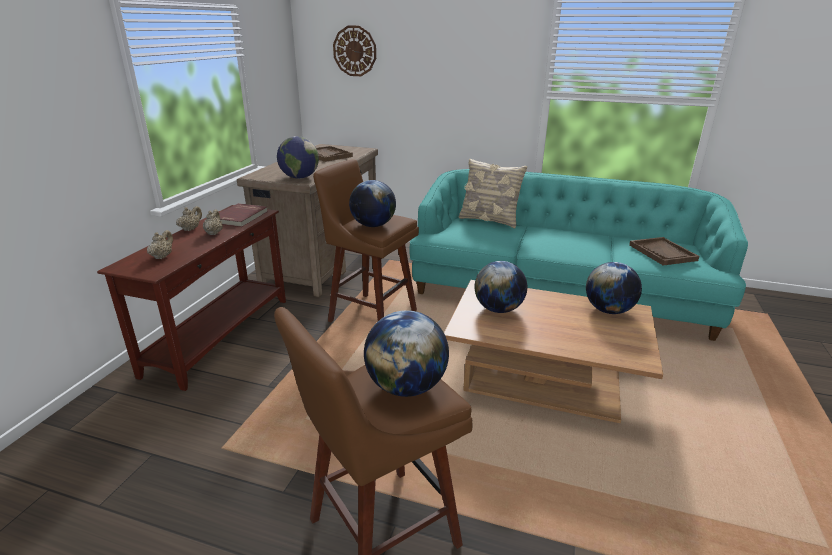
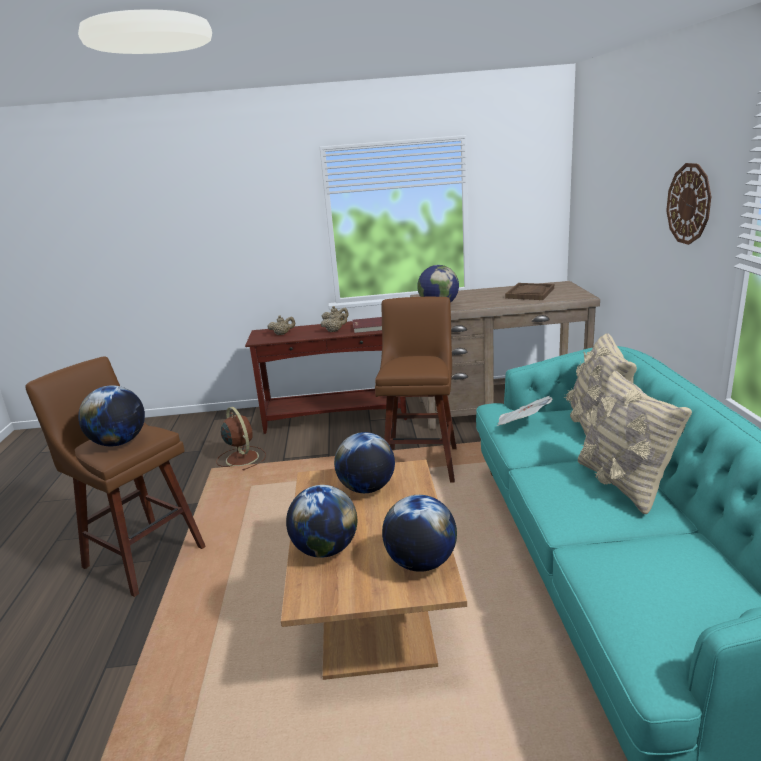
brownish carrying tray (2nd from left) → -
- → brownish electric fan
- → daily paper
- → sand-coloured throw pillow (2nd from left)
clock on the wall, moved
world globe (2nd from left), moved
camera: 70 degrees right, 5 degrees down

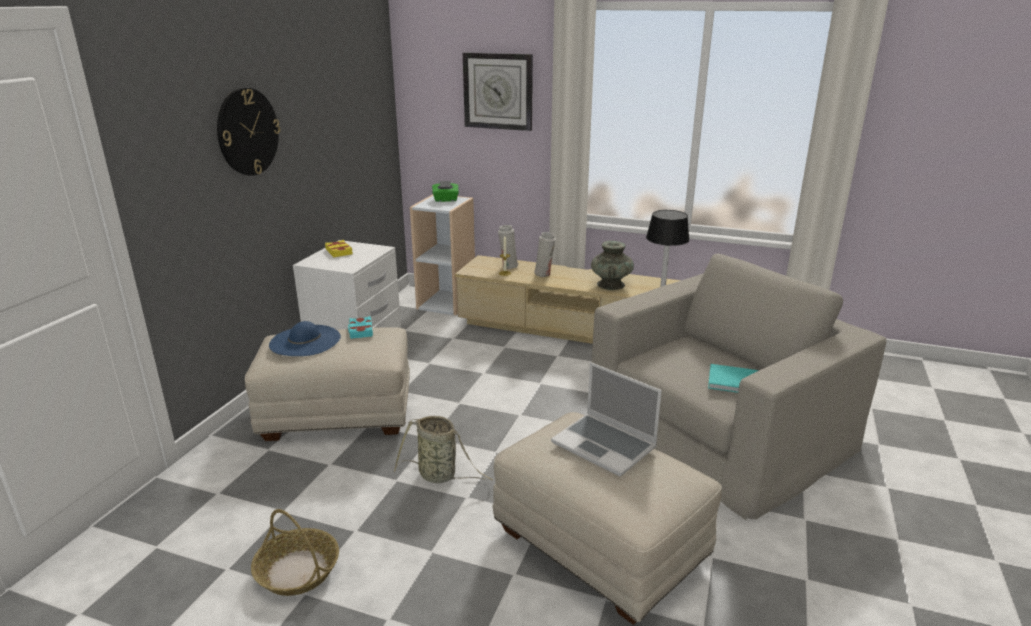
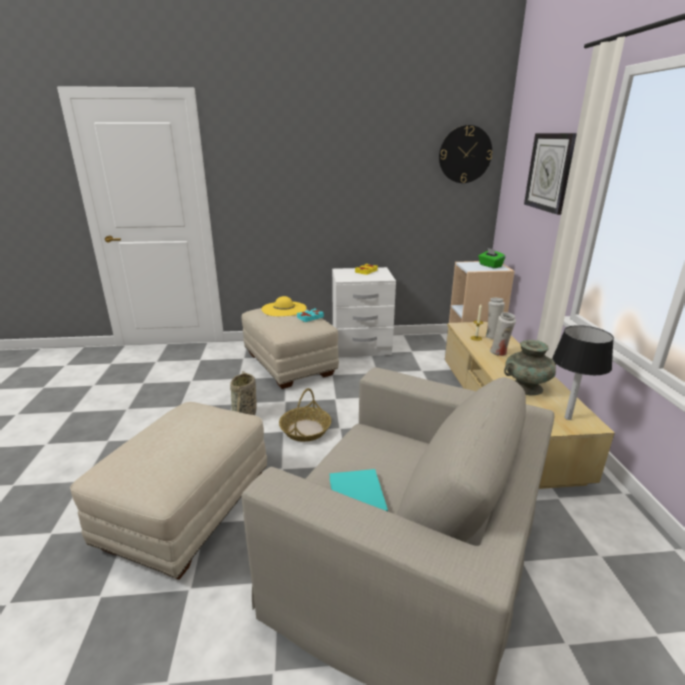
laptop → -
clock on the wall (1st from left), moved
basket (1st from left in the first image) → basket (2nd from left), moved
blue-coloured hat → yellow-coloured hat
camera: 65 degrees right, 0 degrees up

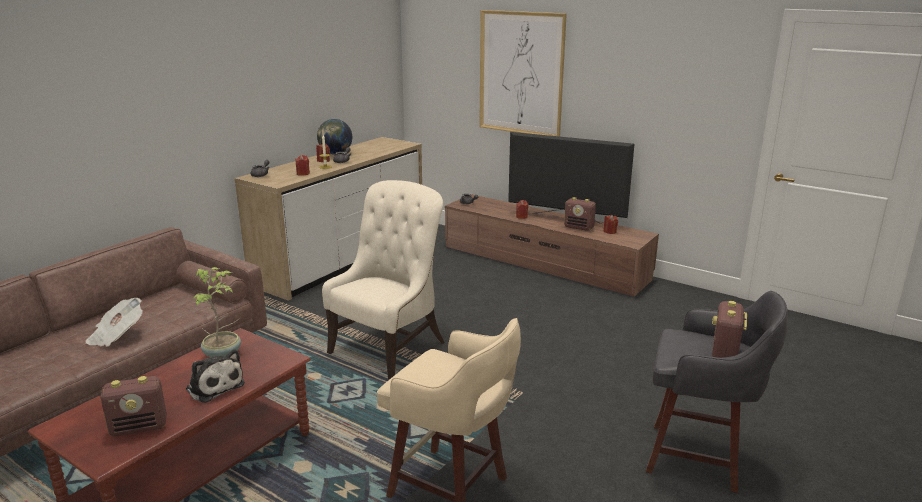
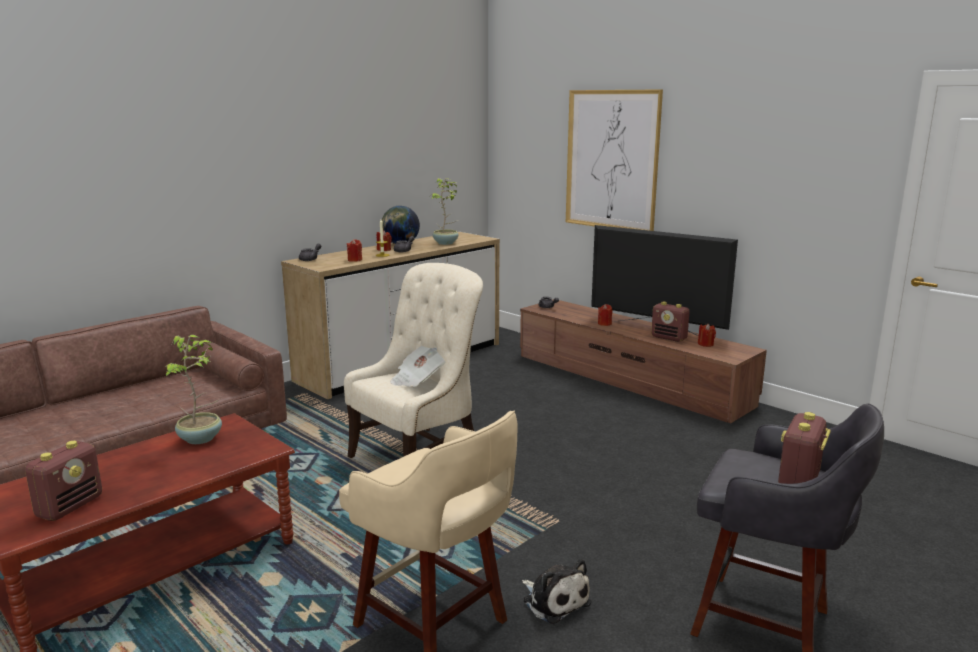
- → potted plant (2nd from left)
daily paper, moved
plush toy, moved
radio (1st from left), 60 degrees counterclockwise
camera: 10 degrees right, 5 degrees down

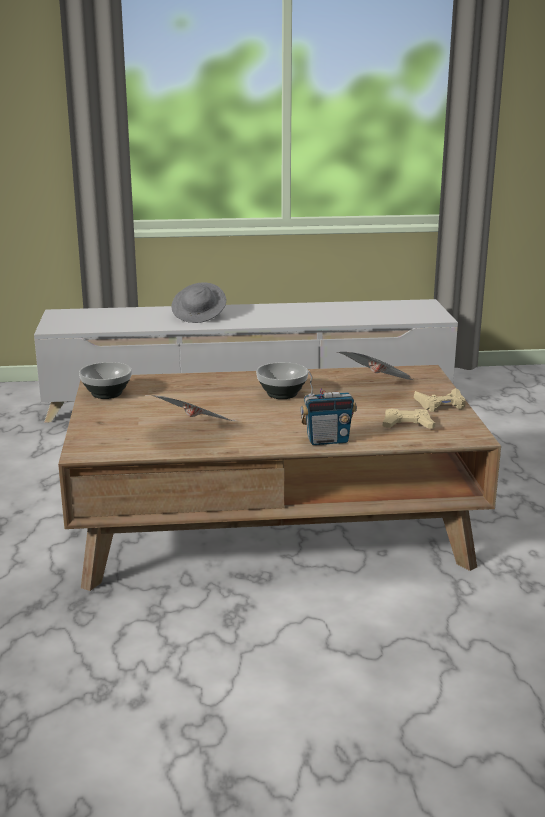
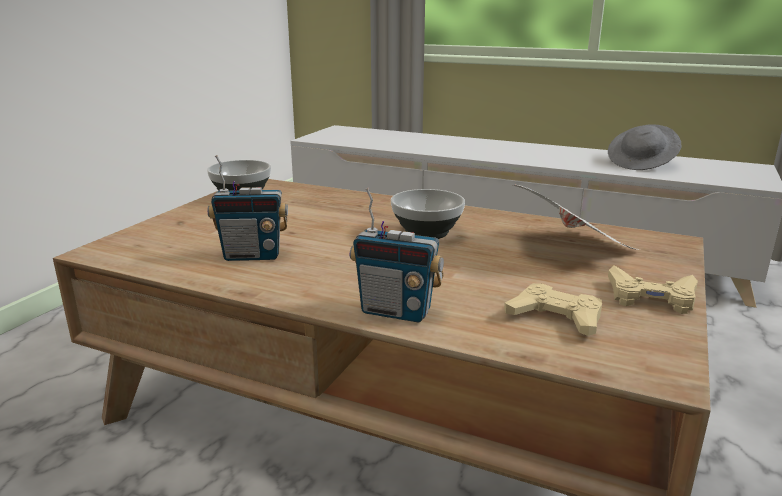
gray hat, moved
daily paper (1st from left) → radio (1st from left)
camera: 30 degrees right, 0 degrees up

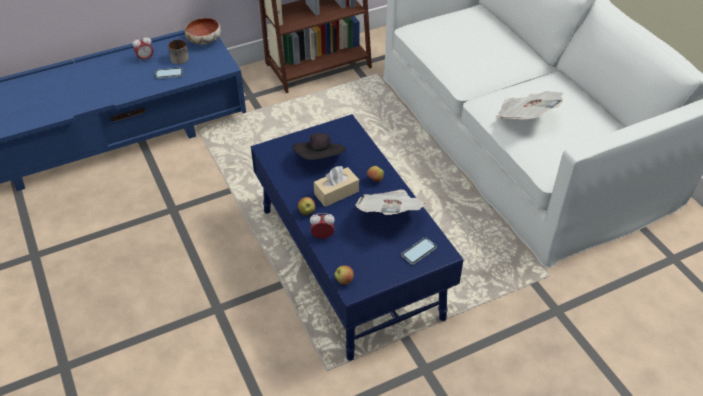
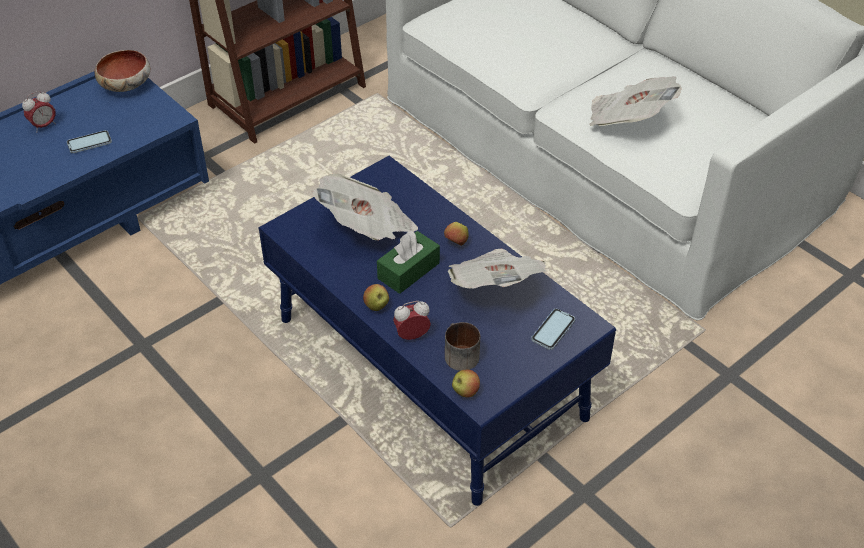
tea mug, moved
black hat → daily paper (1st from left)
sand-coloured box of tissues → green-coloured box of tissues
camera: 15 degrees left, 0 degrees up

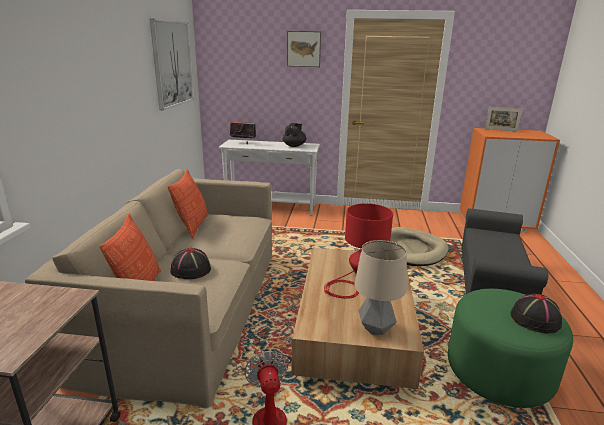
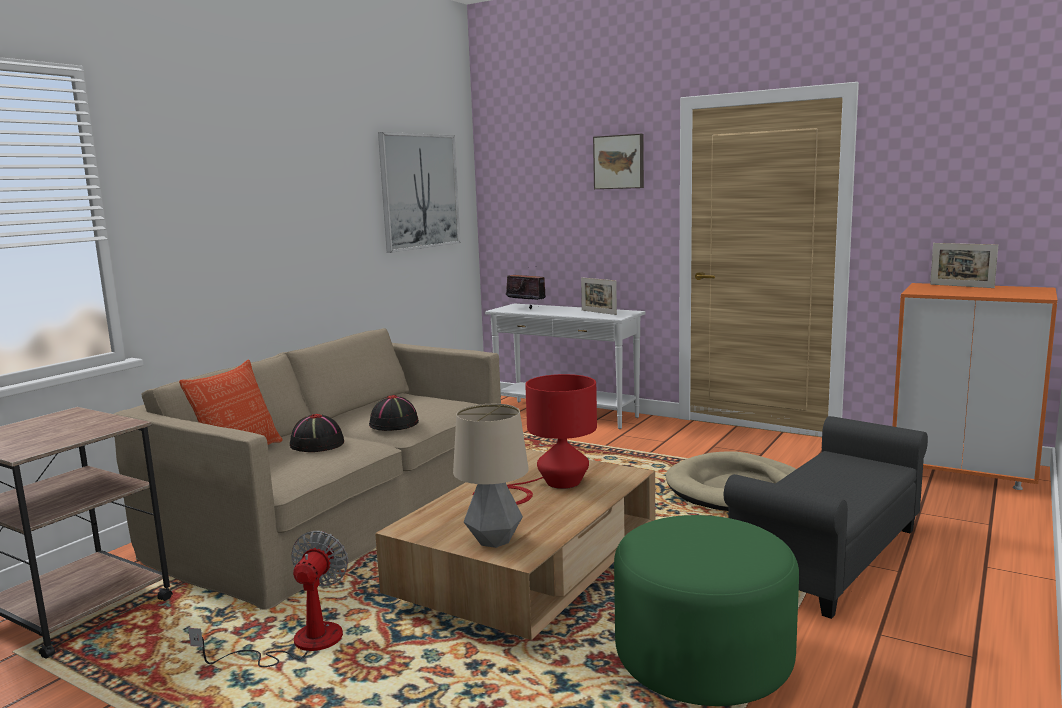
orange-coloured throw pillow (2nd from left) → -
black hat (2nd from left), moved
black teapot → picture frame (1st from left)
camera: 25 degrees right, 10 degrees down

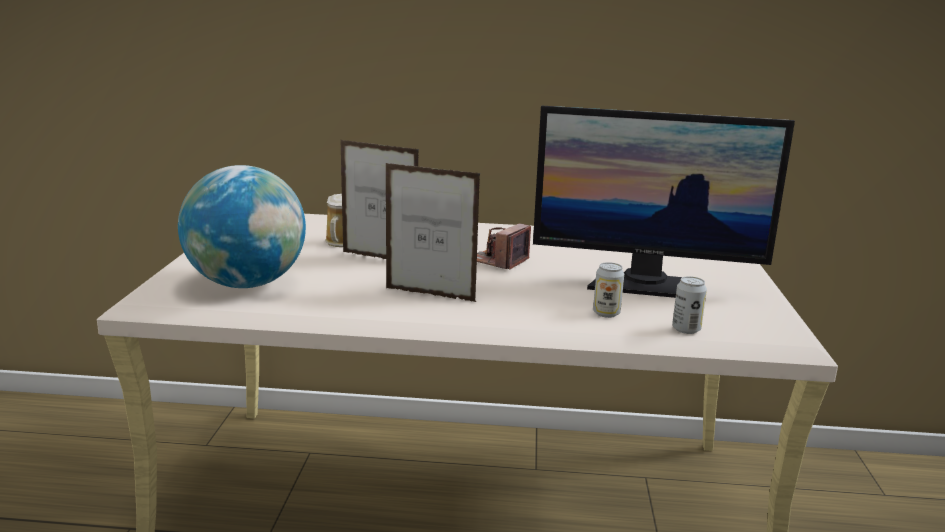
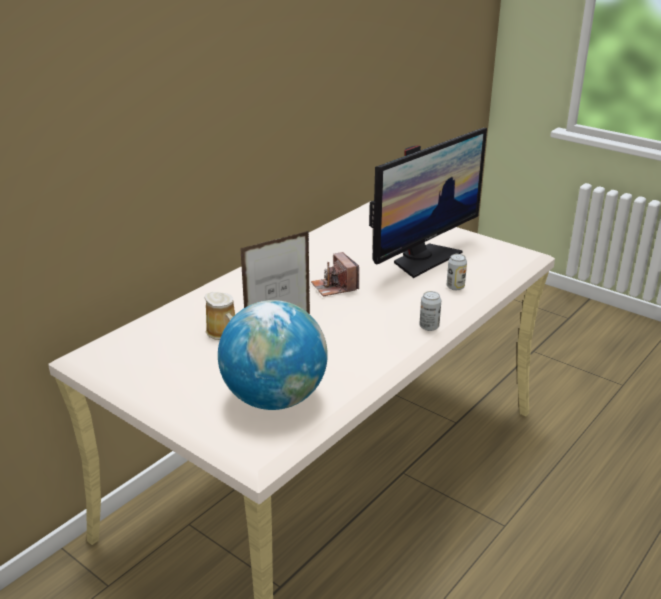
picture frame (2nd from left) → -
sealed can (2nd from left in the first image) → sealed can (1st from left), moved
camera: 55 degrees left, 10 degrees up

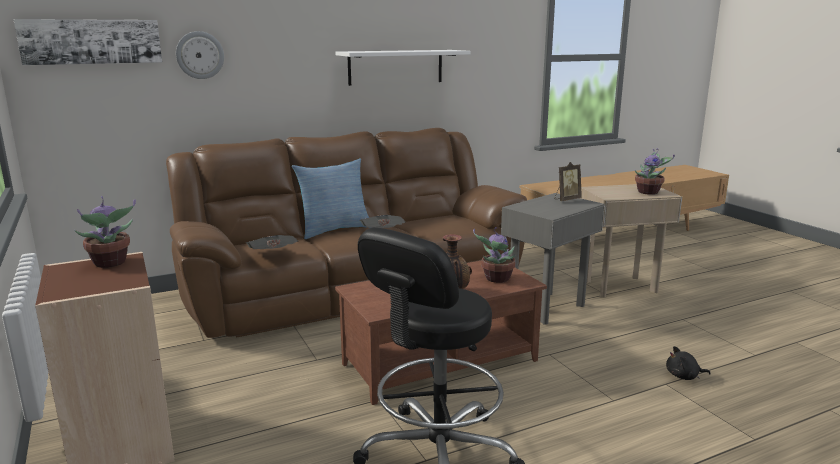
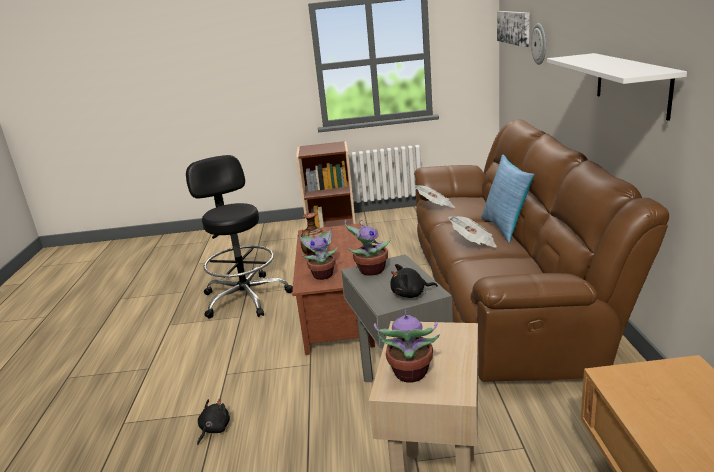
potted plant (1st from left in the first image) → potted plant (2nd from left), moved
picture frame → black plush toy (2nd from left)
camera: 115 degrees right, 5 degrees up

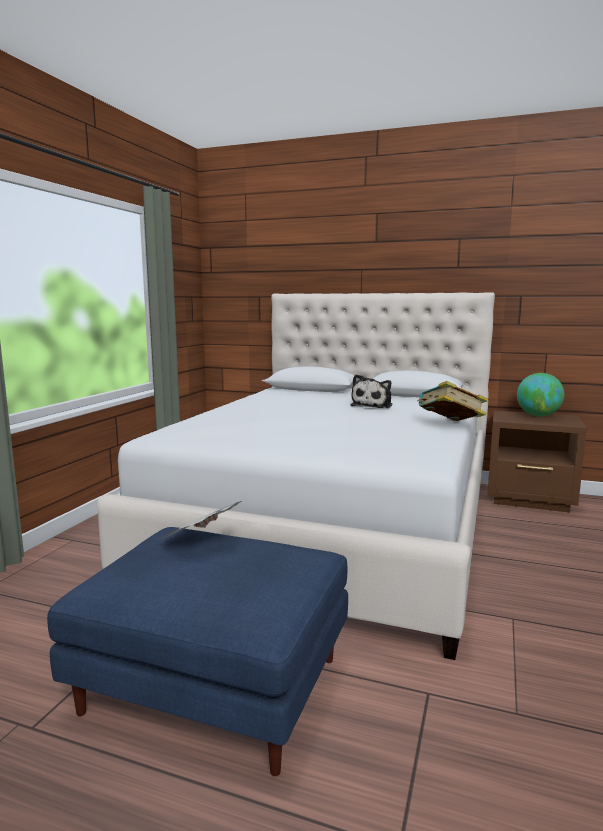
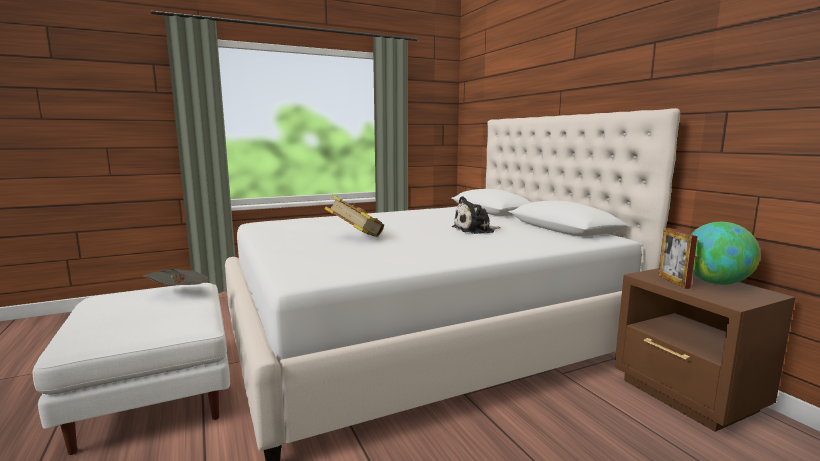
- → picture frame
bound book, moved
blue-coloured ottoman → whitish ottoman
camera: 45 degrees right, 0 degrees up

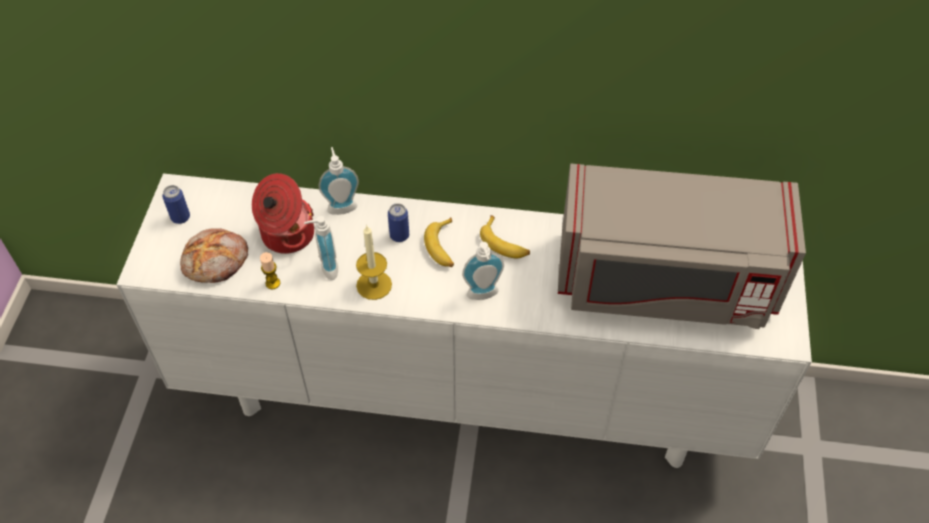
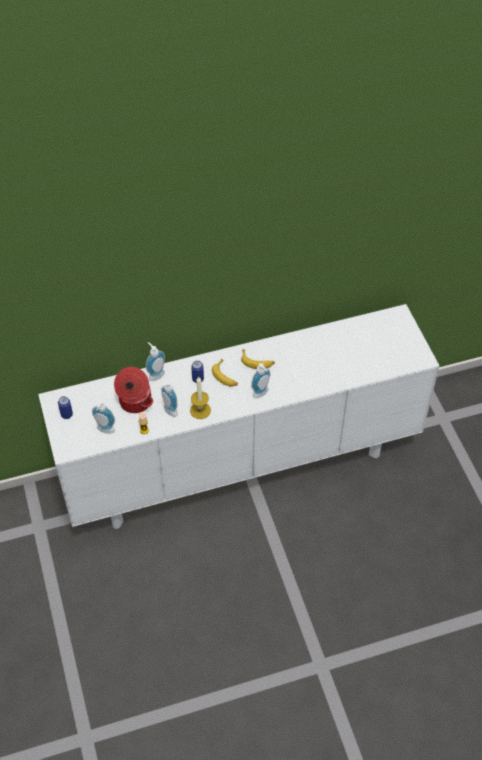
gray microwave oven → -
bread → soap bottle (1st from left)
camera: 25 degrees left, 0 degrees up

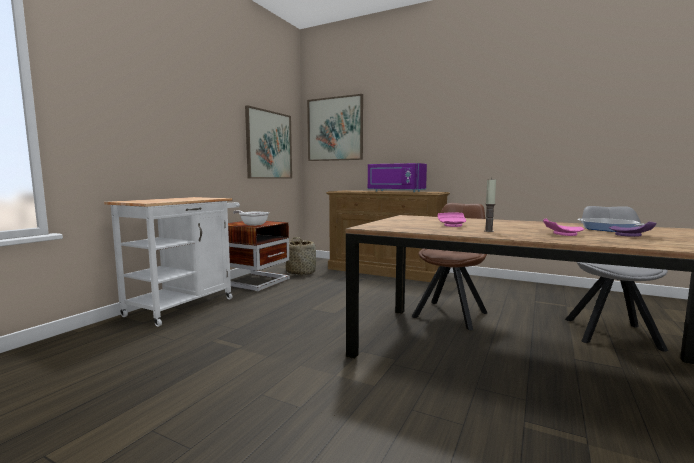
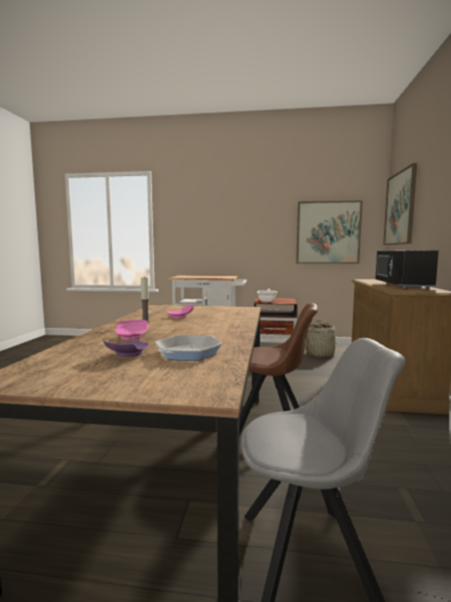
purplish microwave oven → black microwave oven
camera: 70 degrees right, 0 degrees up

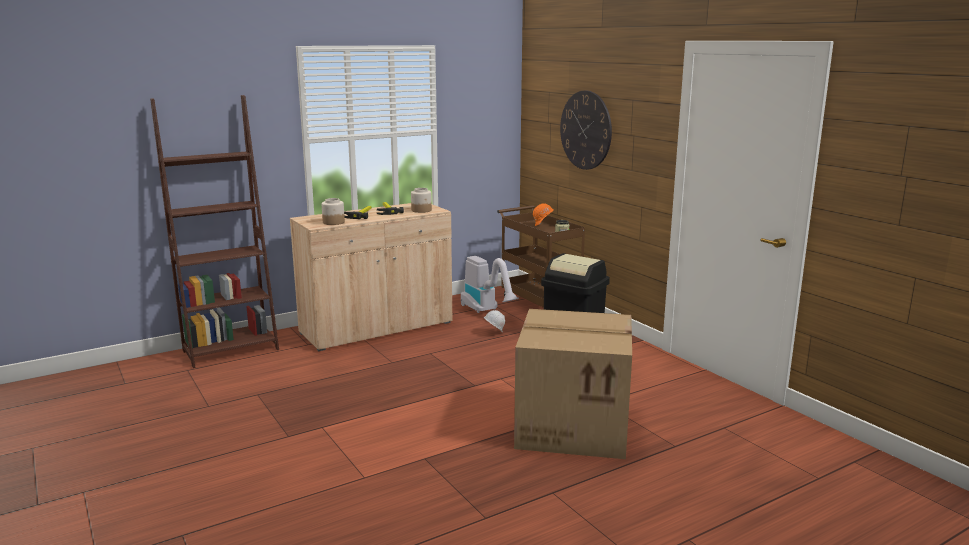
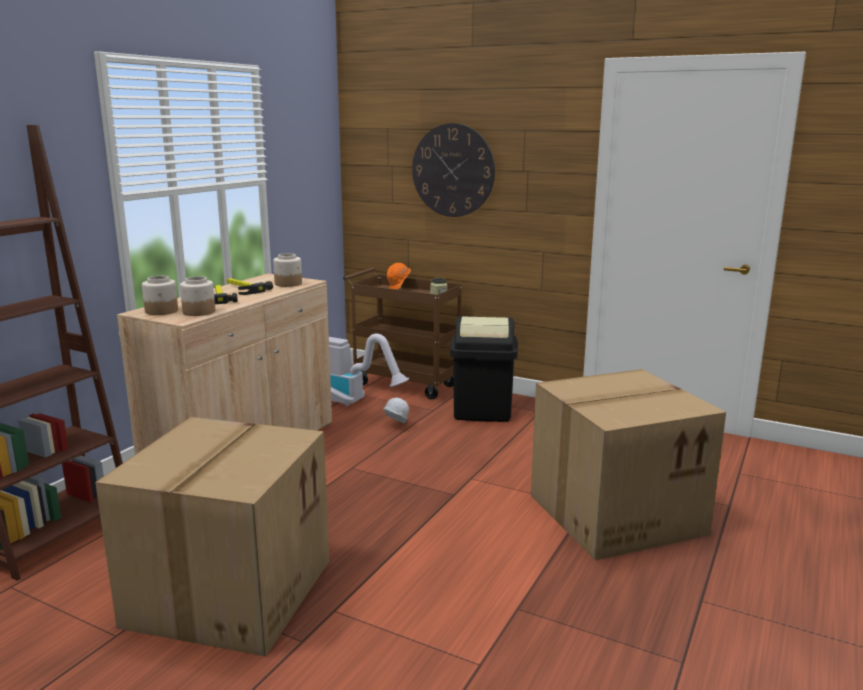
- → packing box (1st from left)
- → preserve jar (1st from left)
camera: 30 degrees left, 0 degrees up

